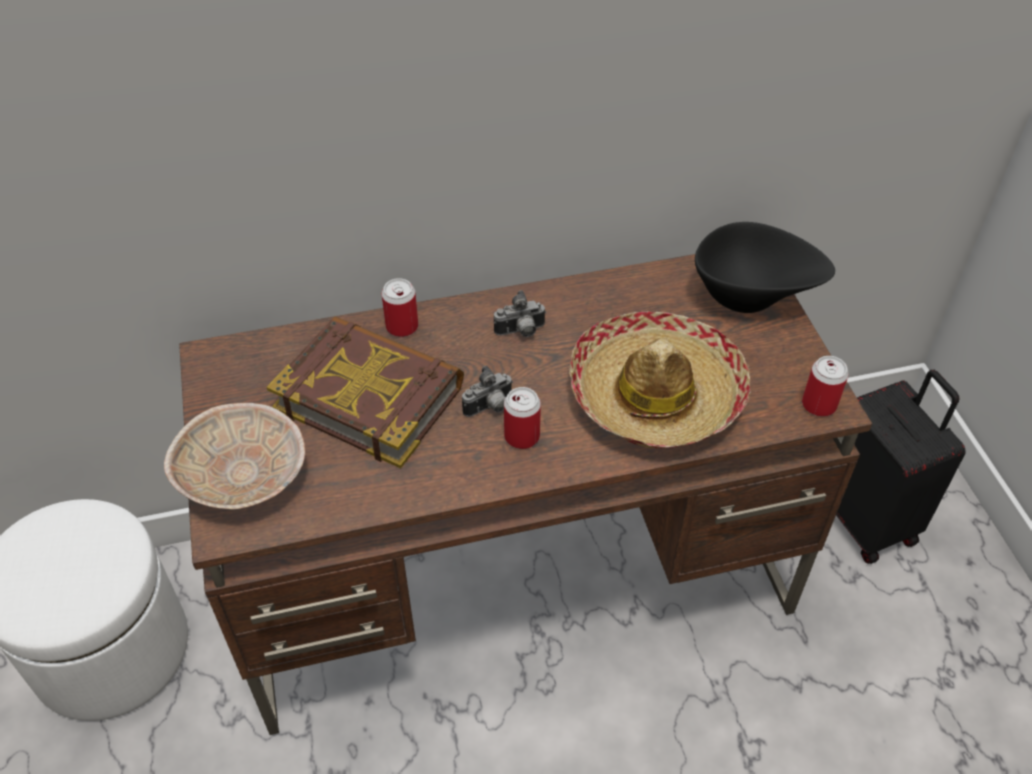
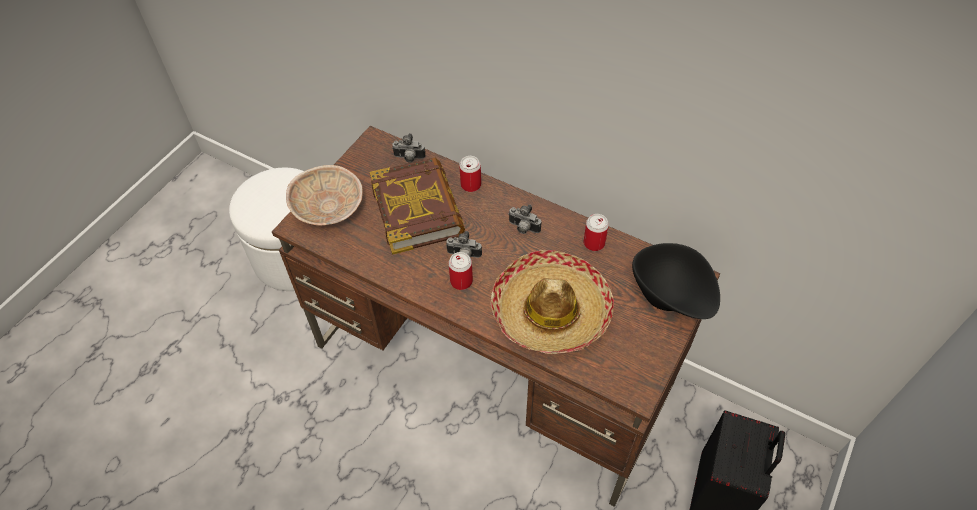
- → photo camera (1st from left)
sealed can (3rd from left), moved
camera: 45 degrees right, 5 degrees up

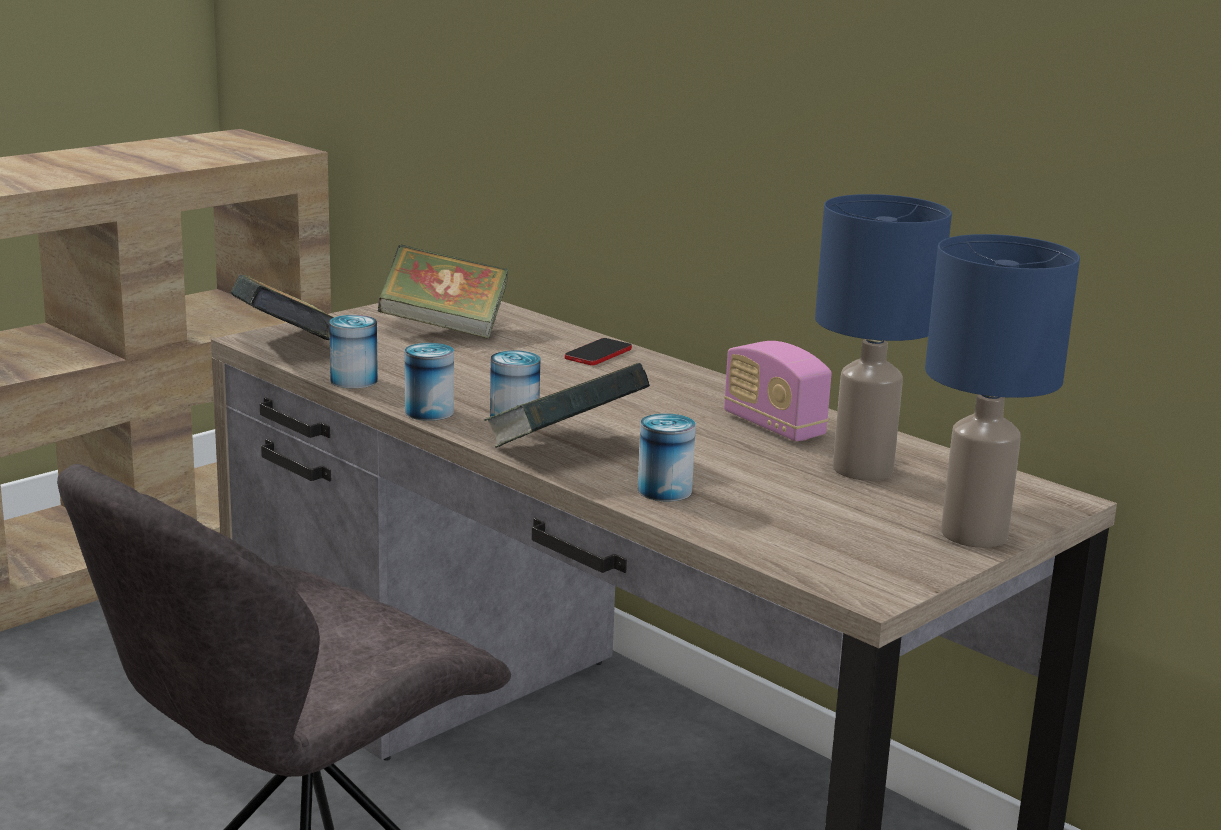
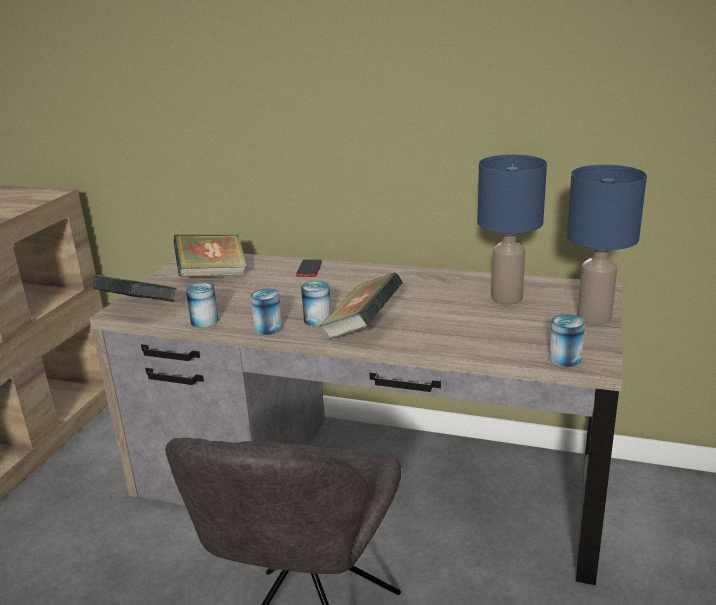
radio → -
sealed can (4th from left), moved
camera: 25 degrees left, 5 degrees up

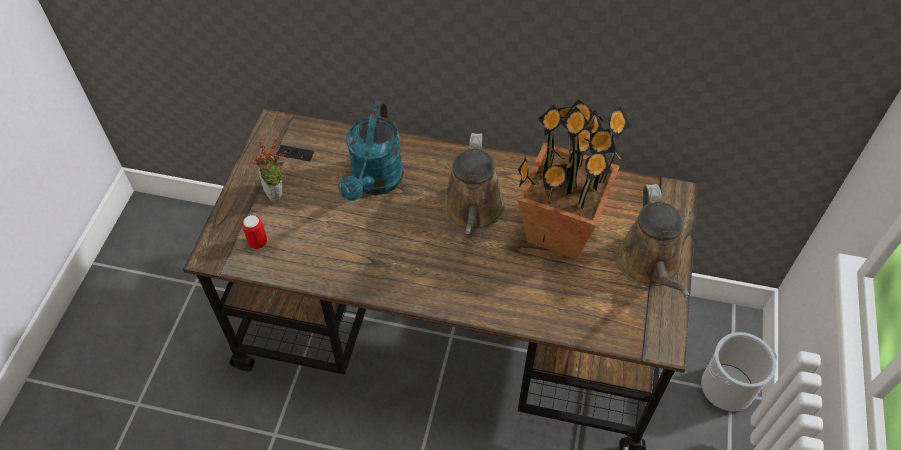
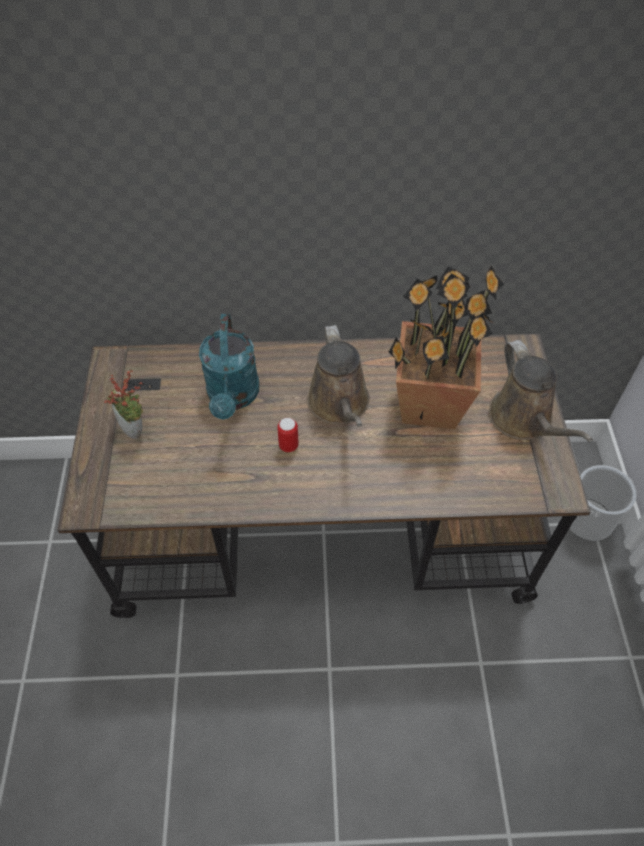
sealed can, moved
camera: 15 degrees left, 0 degrees up

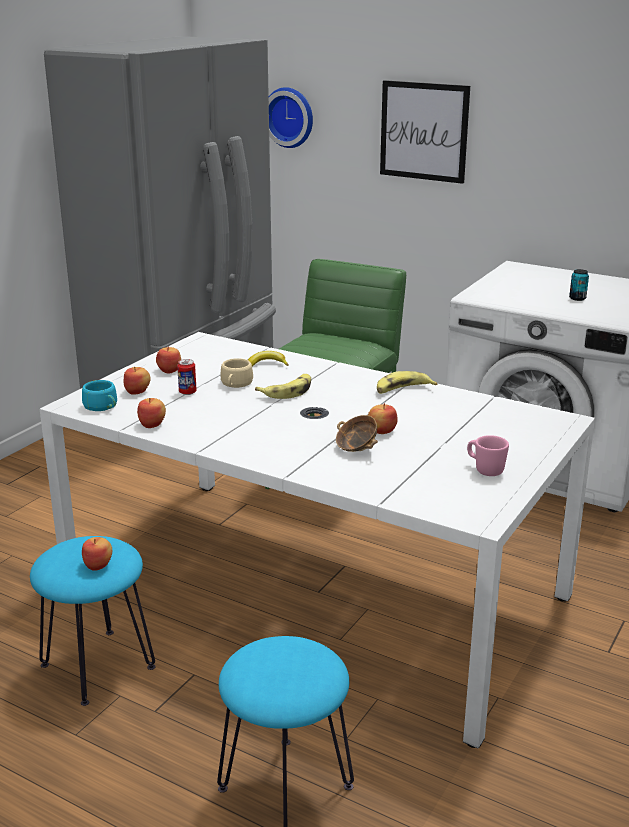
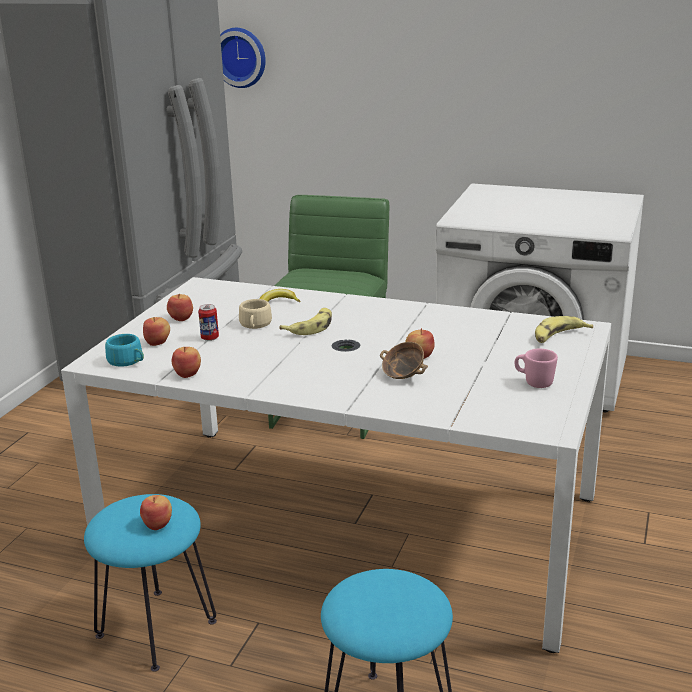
wall picture → -
sealed can (2nd from left) → -
whole banana (3rd from left), moved
camera: 10 degrees left, 0 degrees up

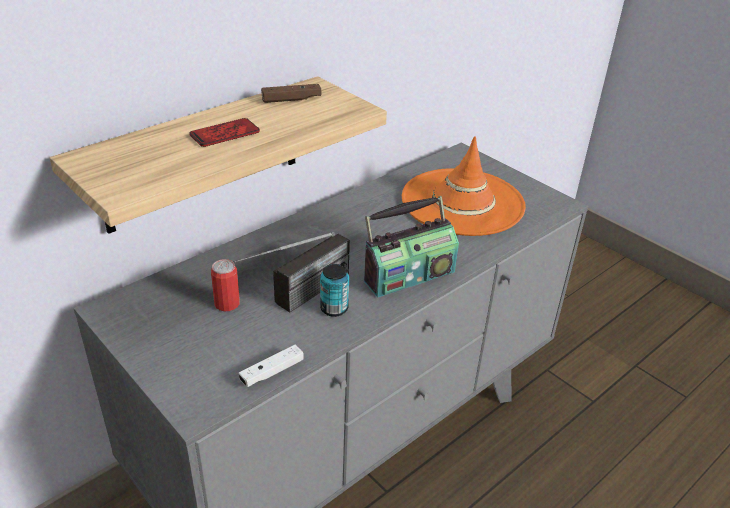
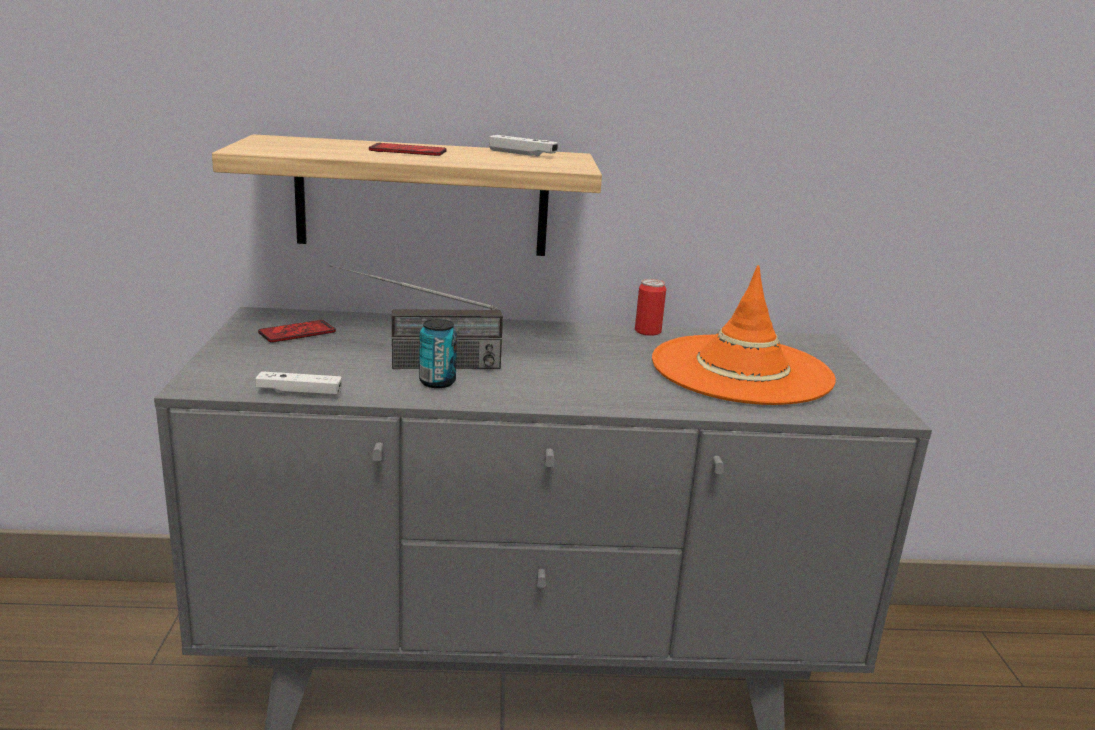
radio (2nd from left) → -
- → telephone (1st from left)
sealed can (1st from left in the first image) → sealed can (2nd from left), moved
brownish joypad → whitish joypad (2nd from left)
camera: 40 degrees right, 15 degrees down

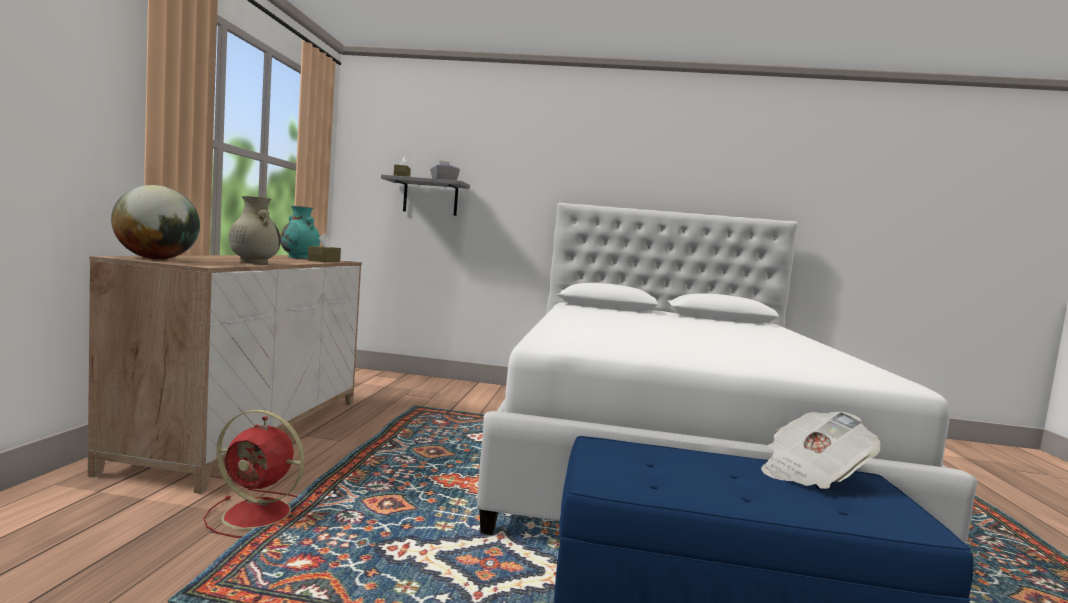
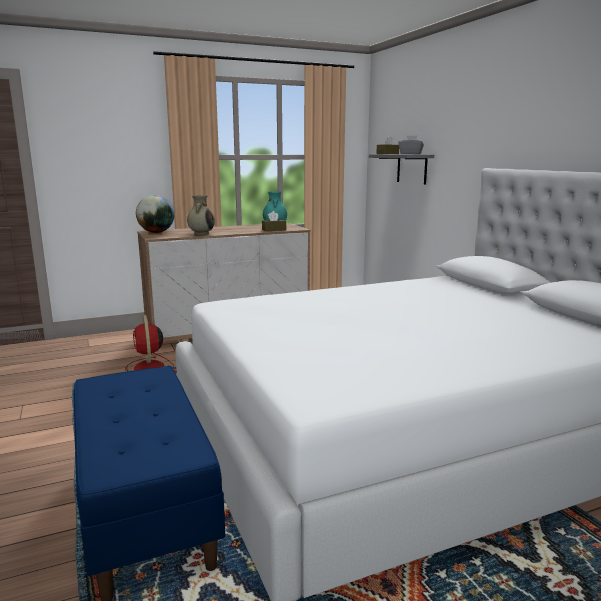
daily paper → -
camera: 60 degrees right, 10 degrees up

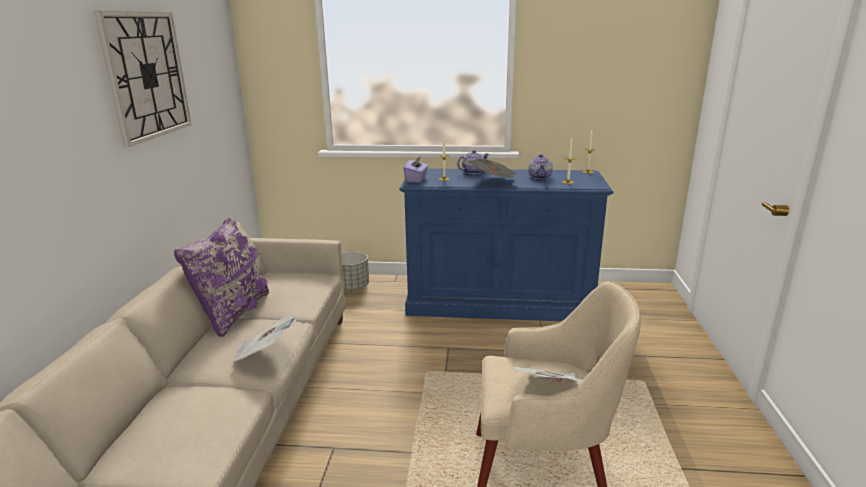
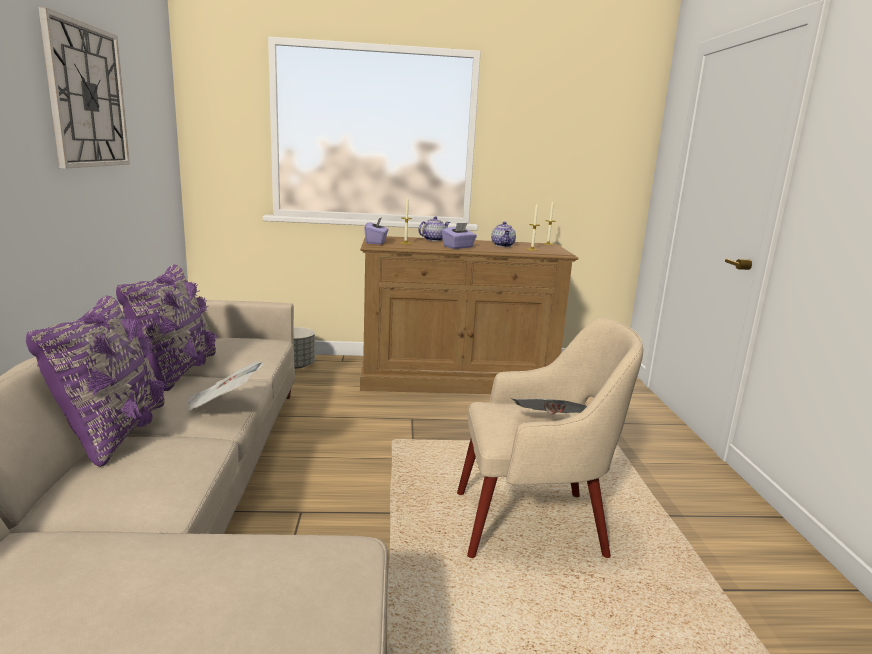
- → purplish throw pillow (1st from left)
daily paper (2nd from left) → purplish box of tissues (2nd from left)
blue-coloured cabinet → brownish cabinet
camera: 10 degrees left, 5 degrees down

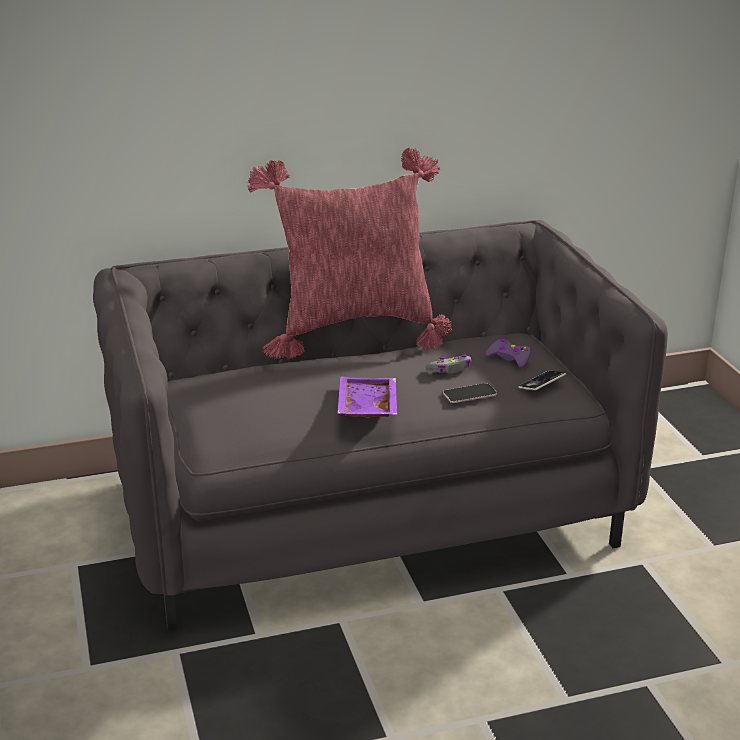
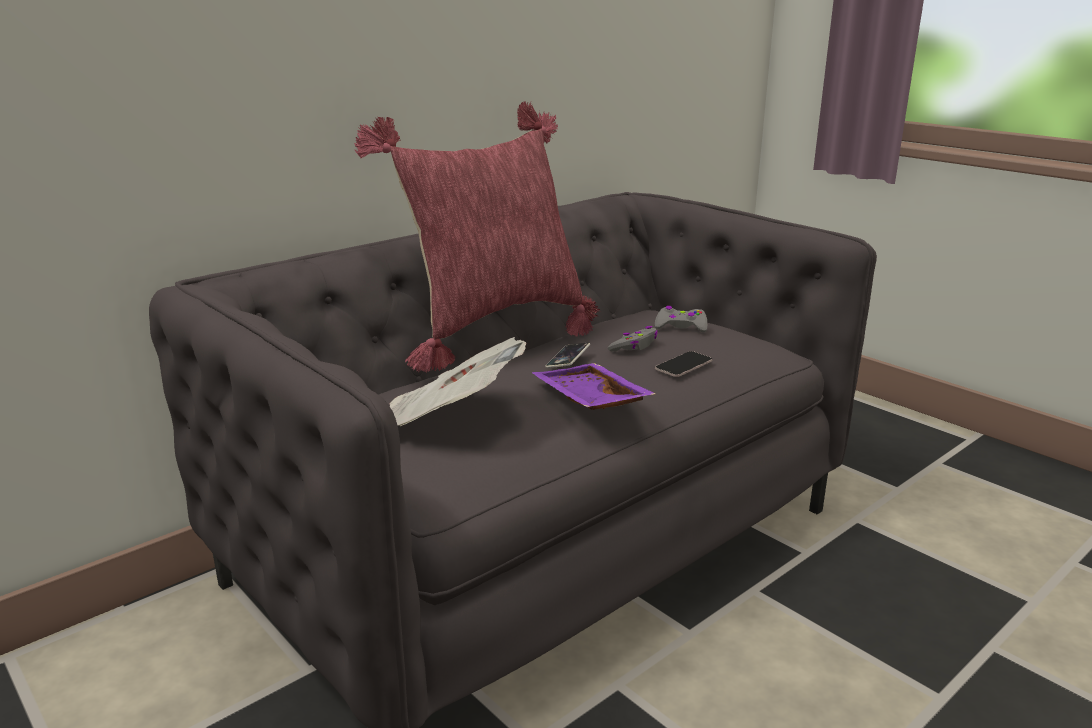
- → daily paper
telephone (2nd from left in the first image) → telephone (1st from left), moved
purplish joypad → gray joypad (2nd from left)
camera: 25 degrees left, 5 degrees down

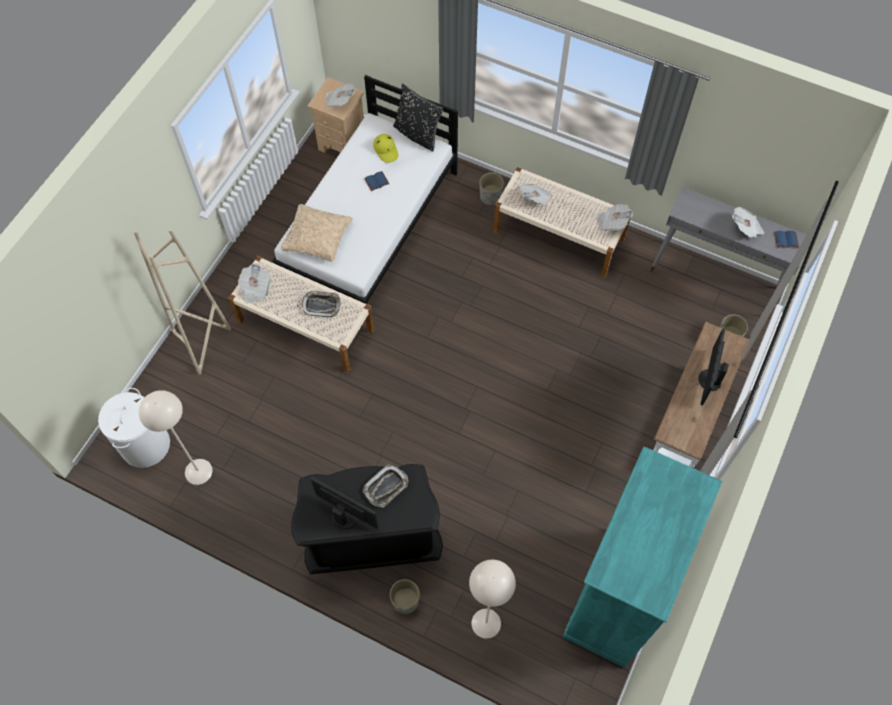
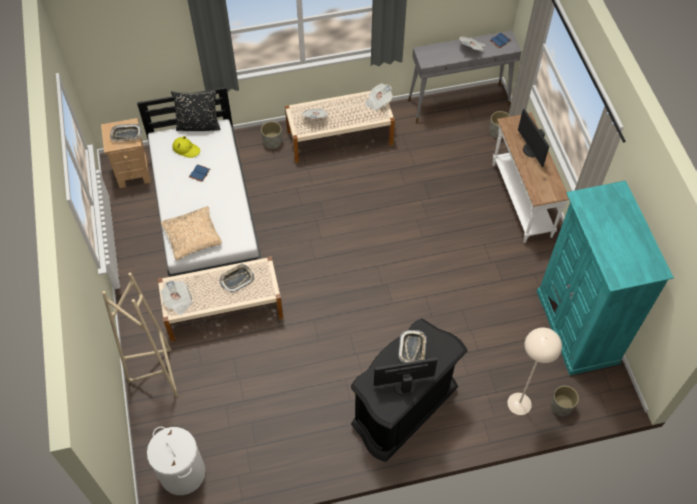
sand-coloured floor lamp (1st from left) → -
gray flower pot (1st from left in the first image) → gray flower pot (3rd from left), moved
daily paper (2nd from left) → carrying tray (1st from left)
camera: 40 degrees left, 5 degrees down

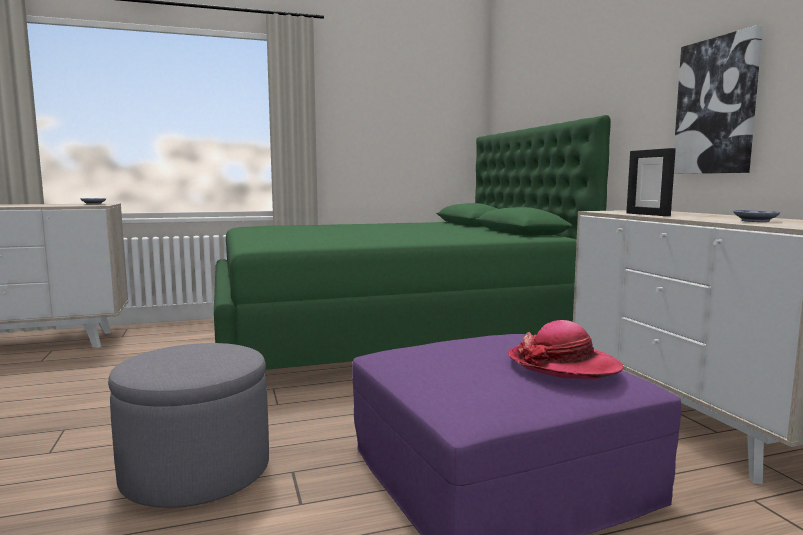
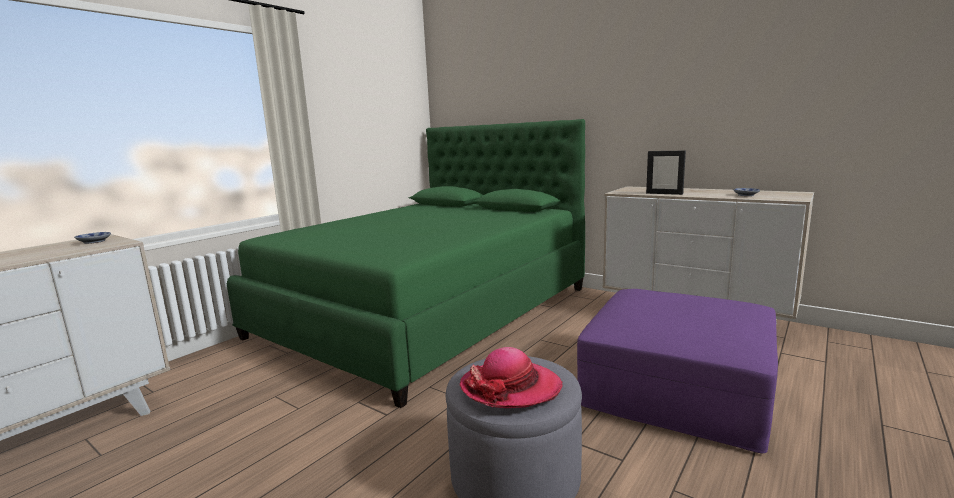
wall picture → -
hat, moved
camera: 35 degrees left, 5 degrees up

